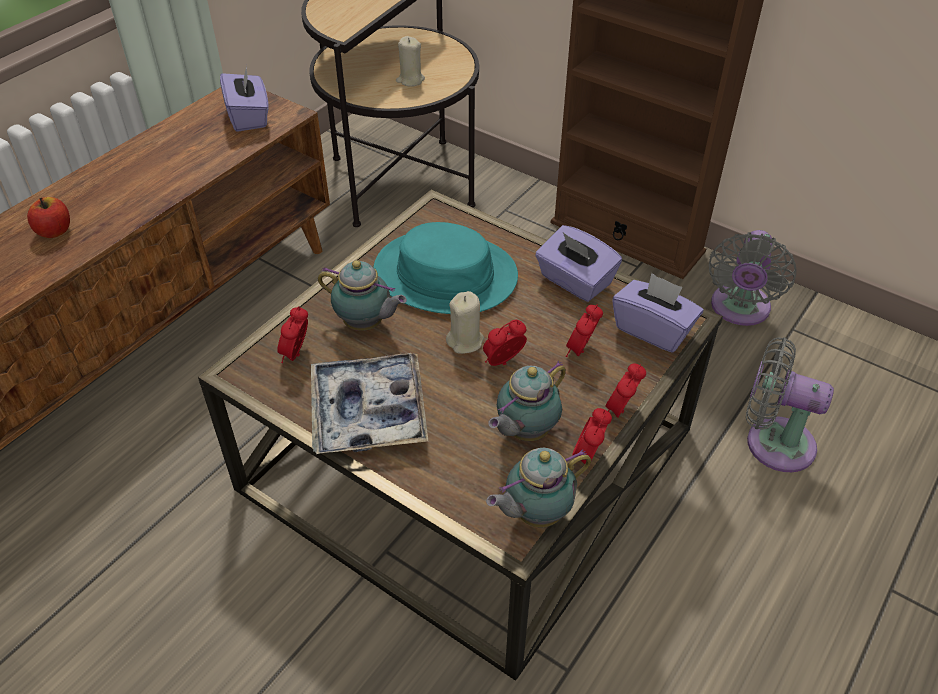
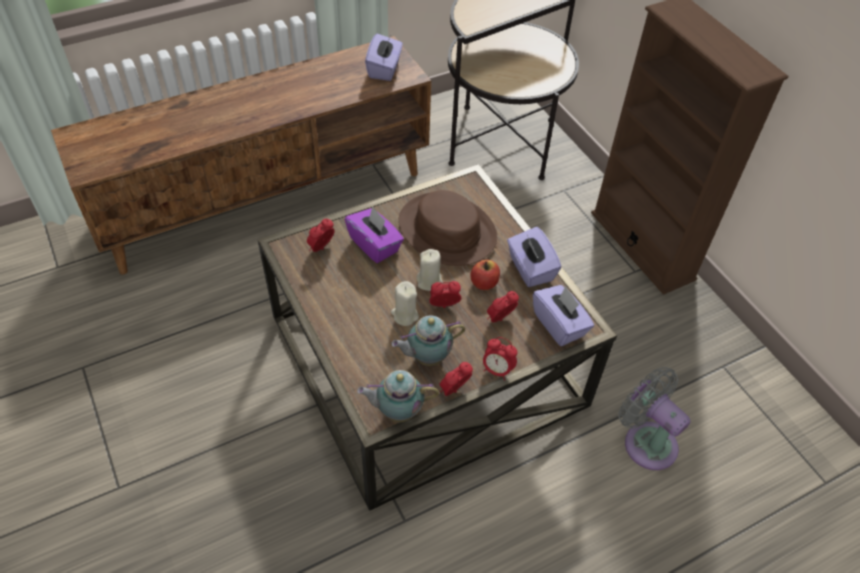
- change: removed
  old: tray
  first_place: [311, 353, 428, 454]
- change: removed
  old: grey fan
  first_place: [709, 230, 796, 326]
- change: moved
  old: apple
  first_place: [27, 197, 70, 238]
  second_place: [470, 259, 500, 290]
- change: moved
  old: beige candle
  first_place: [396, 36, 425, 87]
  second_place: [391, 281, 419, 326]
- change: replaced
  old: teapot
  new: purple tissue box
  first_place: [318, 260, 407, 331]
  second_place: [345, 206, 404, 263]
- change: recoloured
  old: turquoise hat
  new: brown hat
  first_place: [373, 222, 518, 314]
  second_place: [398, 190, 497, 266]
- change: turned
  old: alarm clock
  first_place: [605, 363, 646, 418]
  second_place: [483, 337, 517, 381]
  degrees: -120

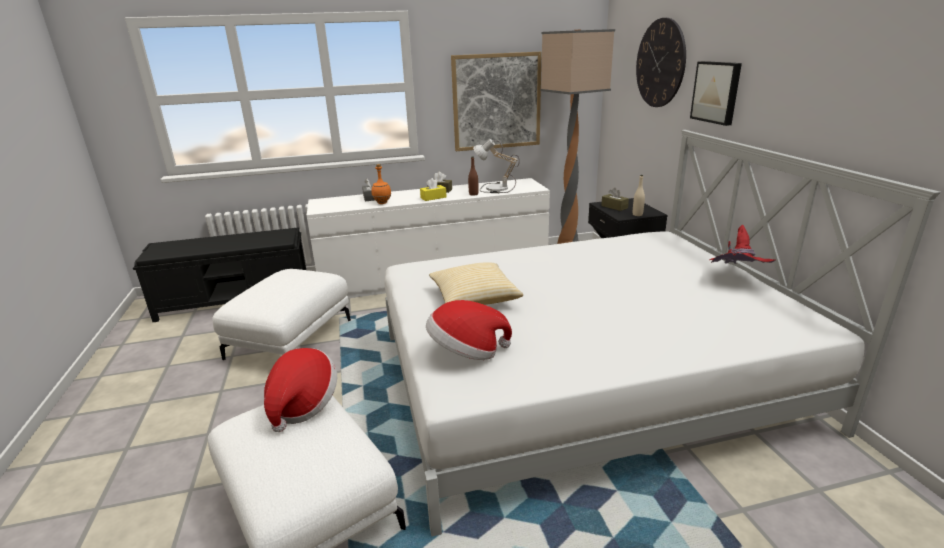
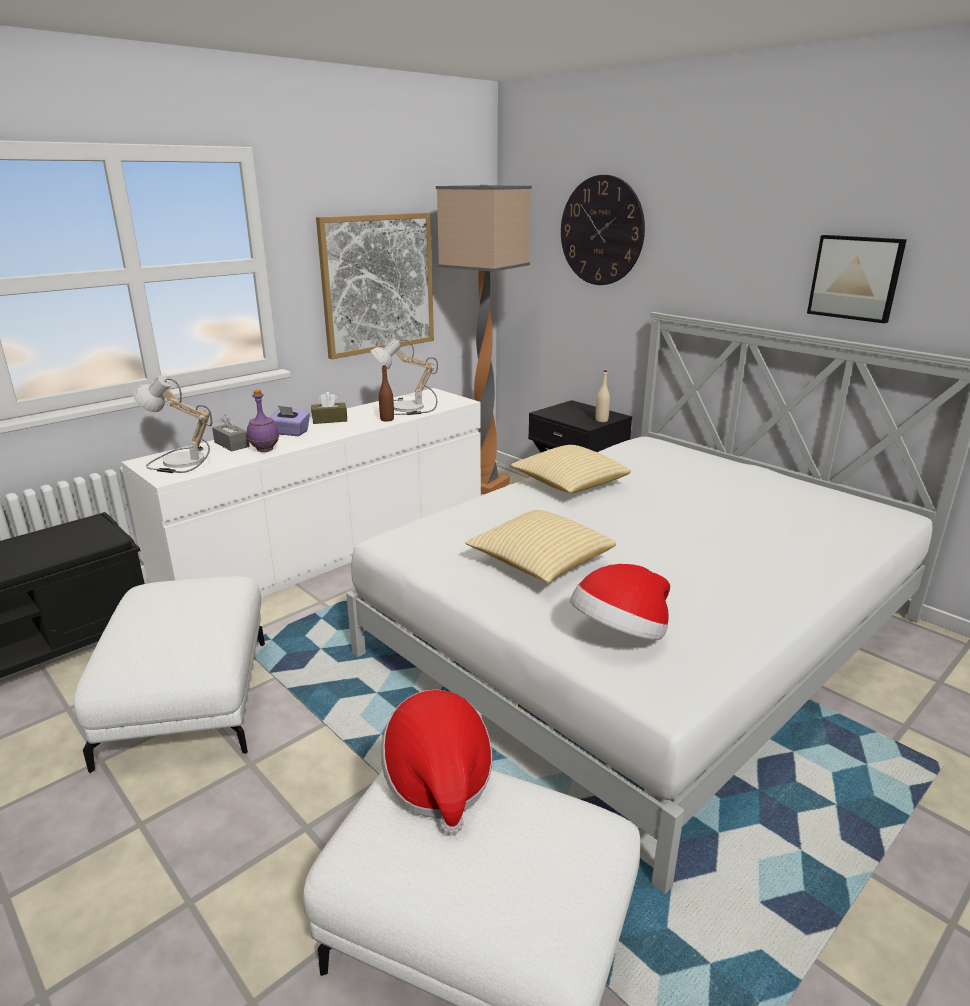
- change: removed
  old: yellow tissue box
  first_place: [420, 178, 447, 201]
- change: removed
  old: brown tissue box
  first_place: [601, 188, 629, 211]
- change: removed
  old: red hat
  first_place: [710, 225, 776, 264]
- change: added
  new: table lamp
  second_place: [133, 375, 212, 473]
- change: added
  new: purple tissue box
  second_place: [270, 406, 310, 436]
- change: added
  new: pillow
  second_place: [510, 445, 631, 493]
- change: moved
  old: picture
  first_place: [690, 61, 742, 126]
  second_place: [807, 235, 907, 323]
- change: recoloured
  old: orange bottle
  new: purple bottle
  first_place: [371, 164, 391, 204]
  second_place: [247, 390, 279, 452]

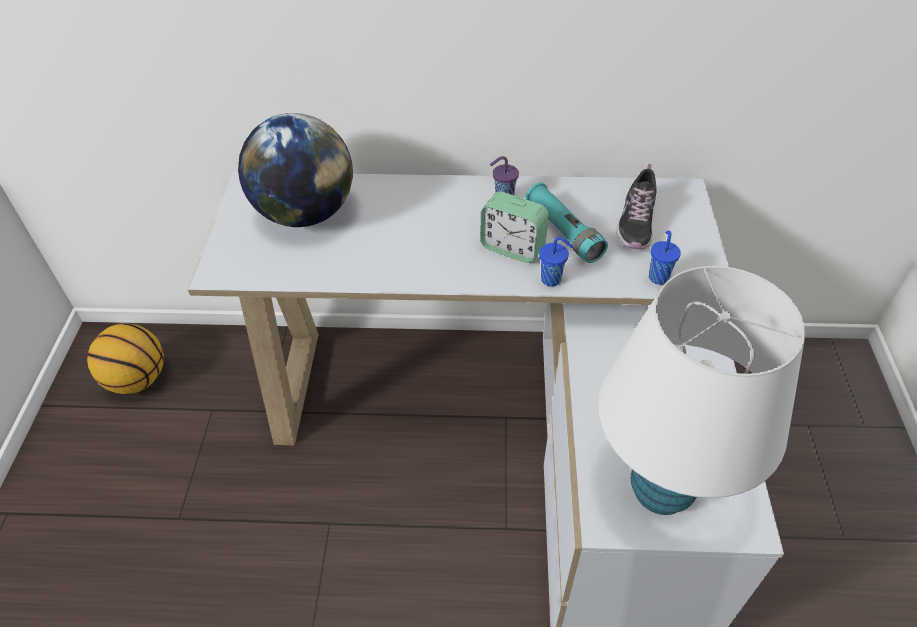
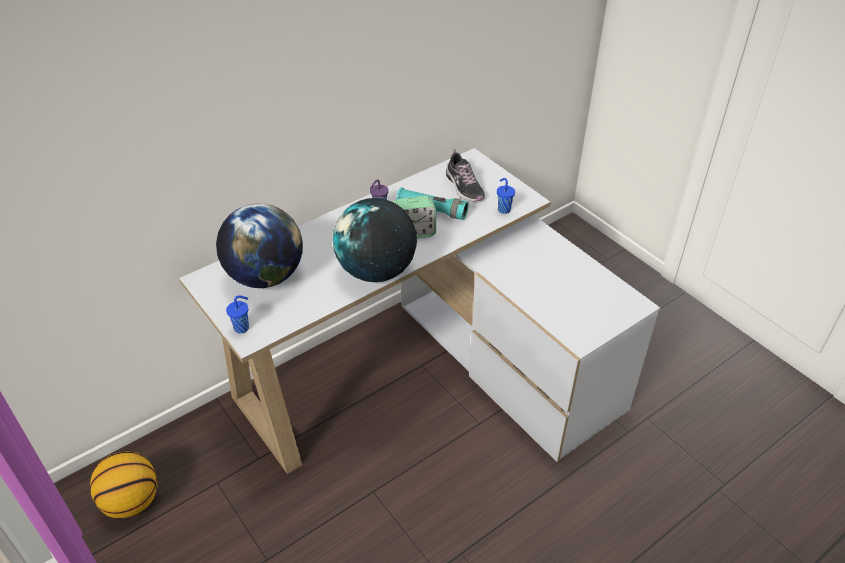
- change: removed
  old: white table lamp
  first_place: [598, 266, 805, 515]
- change: added
  new: globe
  second_place: [333, 198, 417, 282]
- change: moved
  old: blue cup
  first_place: [539, 237, 573, 287]
  second_place: [226, 295, 249, 333]

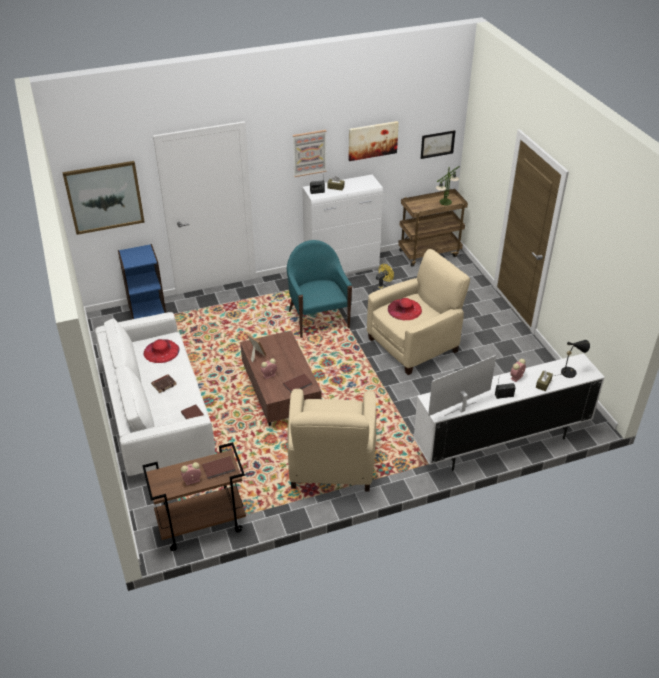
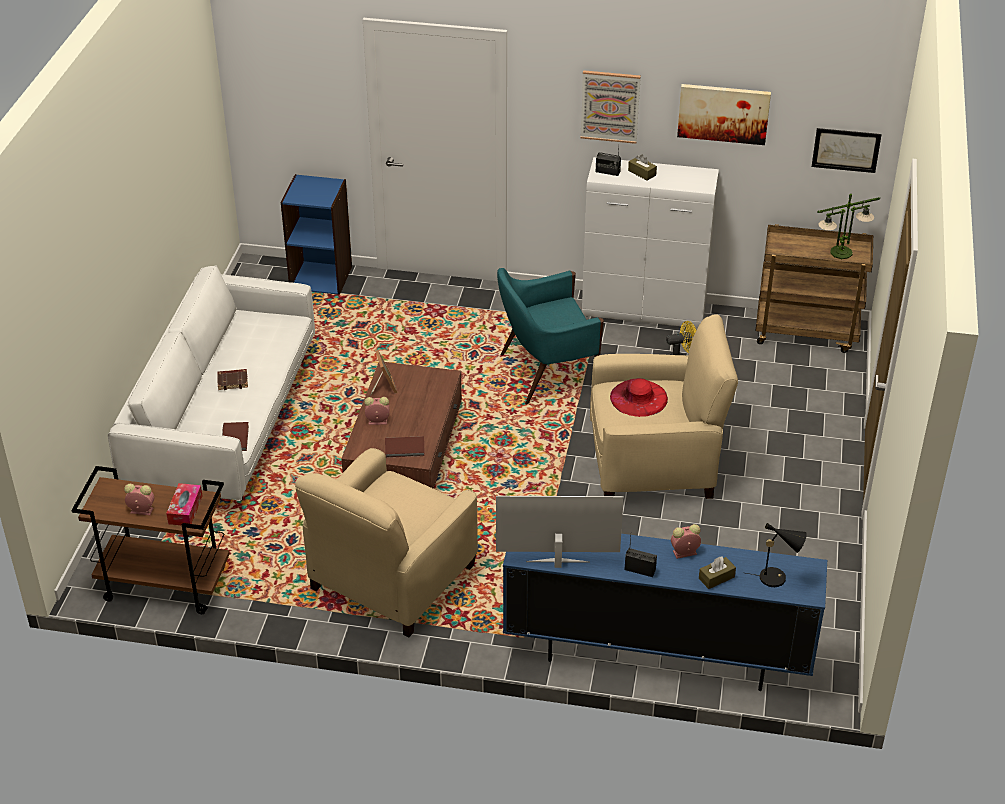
- change: removed
  old: picture
  first_place: [62, 161, 145, 235]
- change: removed
  old: red hat
  first_place: [144, 339, 180, 363]
- change: replaced
  old: brown book
  new: tissue box
  first_place: [202, 456, 236, 479]
  second_place: [166, 483, 203, 525]
- change: recoloured
  old: white tv stand
  new: blue tv stand
  first_place: [413, 353, 605, 471]
  second_place: [503, 534, 827, 691]
- change: turned
  old: turquoise armchair
  first_place: [287, 240, 352, 338]
  second_place: [497, 268, 604, 404]
  degrees: -120

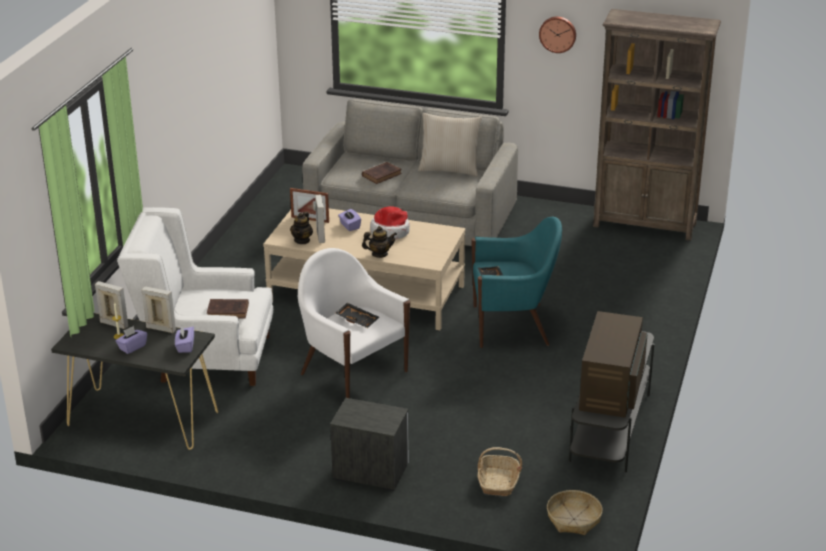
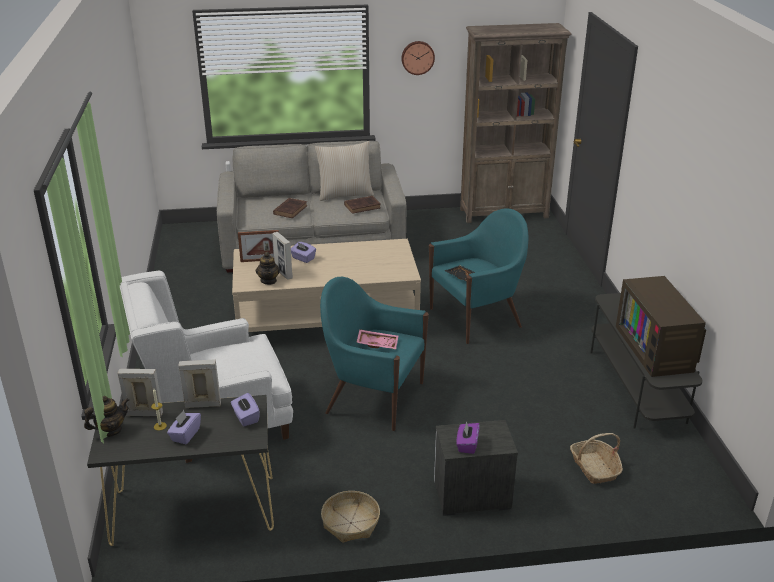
- change: removed
  old: hat
  first_place: [370, 206, 410, 239]
- change: added
  new: purple tissue box
  second_place: [457, 421, 479, 454]
- change: moved
  old: brown book
  first_place: [207, 299, 249, 319]
  second_place: [344, 196, 381, 214]
- change: moved
  old: teapot
  first_place: [362, 226, 397, 258]
  second_place: [84, 396, 129, 437]
- change: moved
  old: basket
  first_place: [547, 490, 603, 535]
  second_place: [321, 491, 380, 543]
- change: recoloured
  old: white armchair
  new: turquoise armchair
  first_place: [298, 248, 410, 398]
  second_place: [320, 277, 429, 431]
- change: recoloured
  old: black tray
  new: pink tray
  first_place: [335, 303, 379, 328]
  second_place: [356, 329, 398, 349]

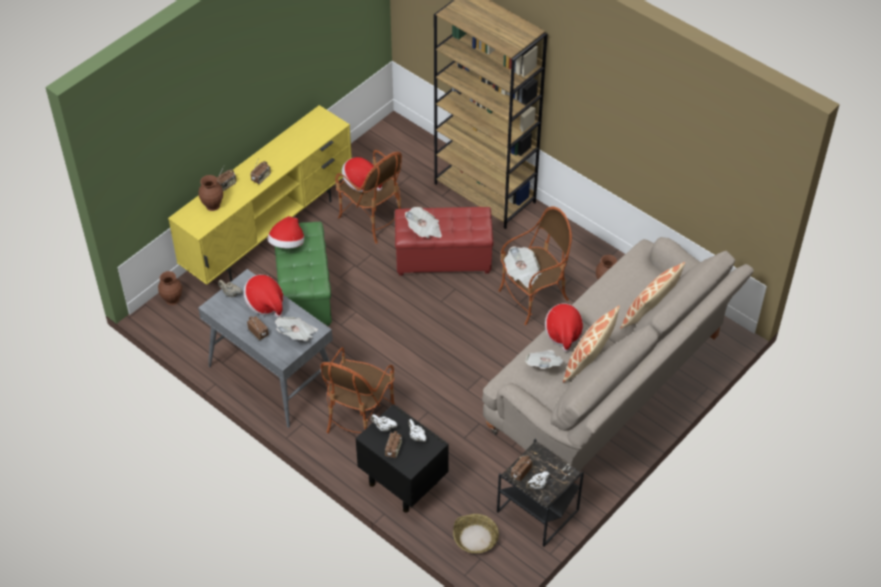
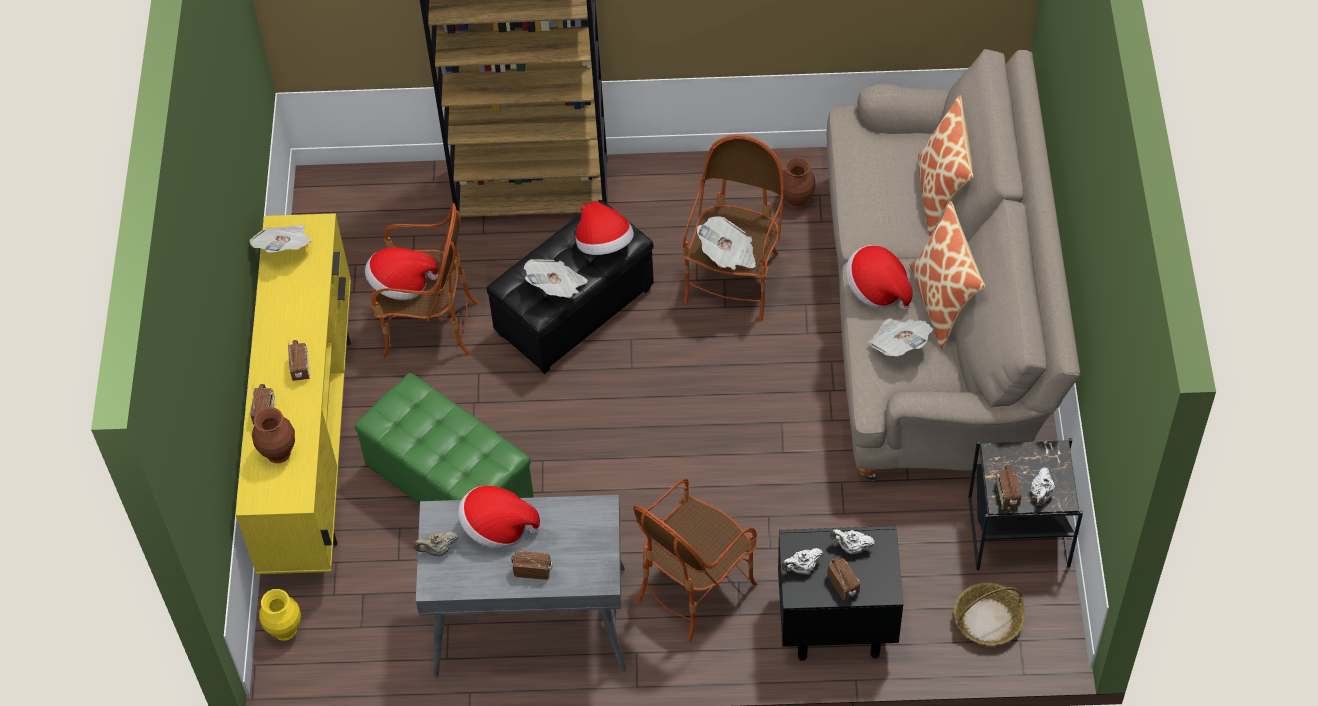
- change: moved
  old: hat
  first_place: [268, 216, 304, 248]
  second_place: [575, 201, 634, 255]
- change: moved
  old: newspaper
  first_place: [275, 317, 318, 341]
  second_place: [250, 225, 311, 252]
- change: recoloured
  old: brown vase
  new: yellow vase
  first_place: [158, 271, 182, 305]
  second_place: [259, 589, 301, 641]
- change: recoloured
  old: red ottoman
  new: black ottoman
  first_place: [395, 207, 493, 276]
  second_place: [487, 200, 654, 374]
- change: turned
  old: armchair
  first_place: [320, 347, 395, 433]
  second_place: [633, 478, 757, 642]
  degrees: 60

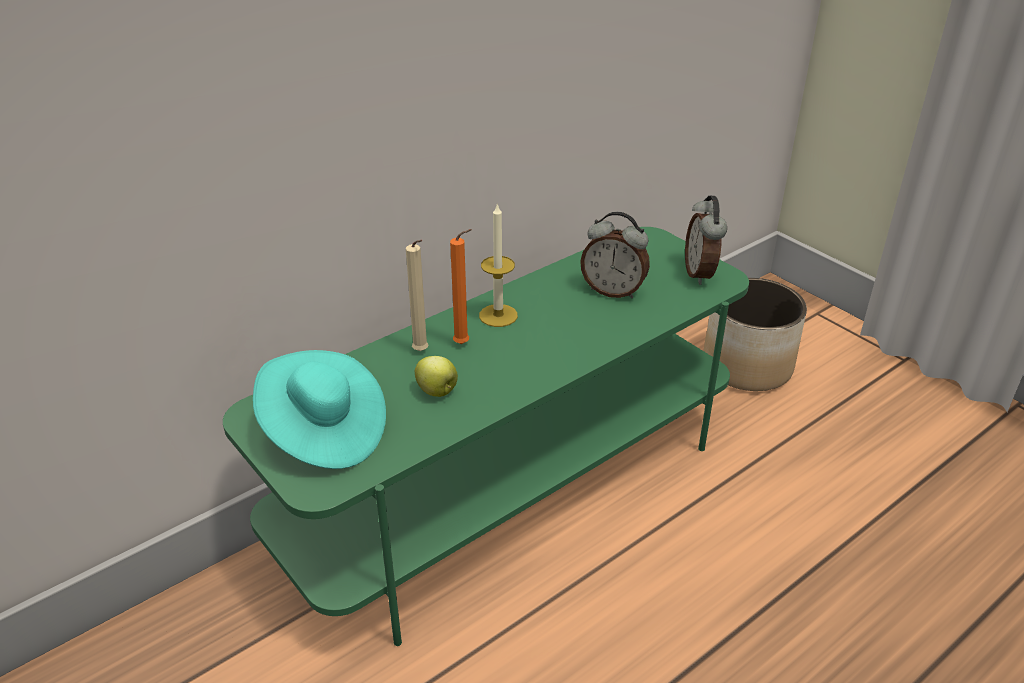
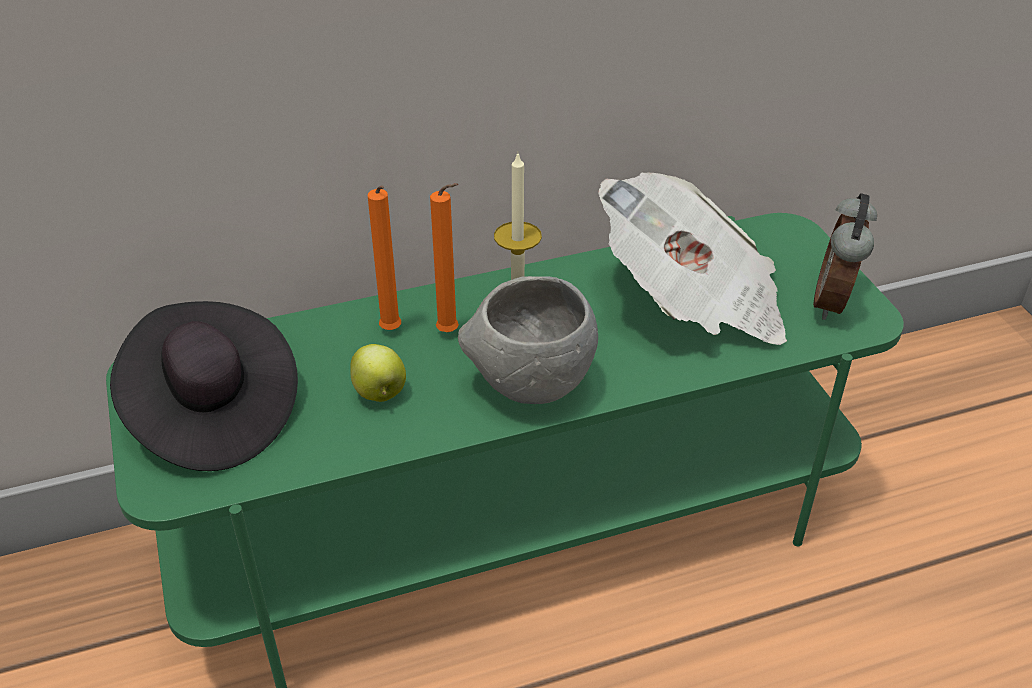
- change: removed
  old: planter
  first_place: [703, 278, 807, 391]
- change: added
  new: grey bowl
  second_place: [458, 276, 598, 404]
- change: replaced
  old: alarm clock
  new: newspaper
  first_place: [580, 212, 650, 299]
  second_place: [599, 172, 787, 345]
- change: recoloured
  old: turquoise hat
  new: black hat
  first_place: [253, 350, 386, 469]
  second_place: [110, 301, 298, 471]
- change: recoloured
  old: beige candle
  new: orange candle
  first_place: [406, 240, 429, 351]
  second_place: [368, 185, 401, 330]

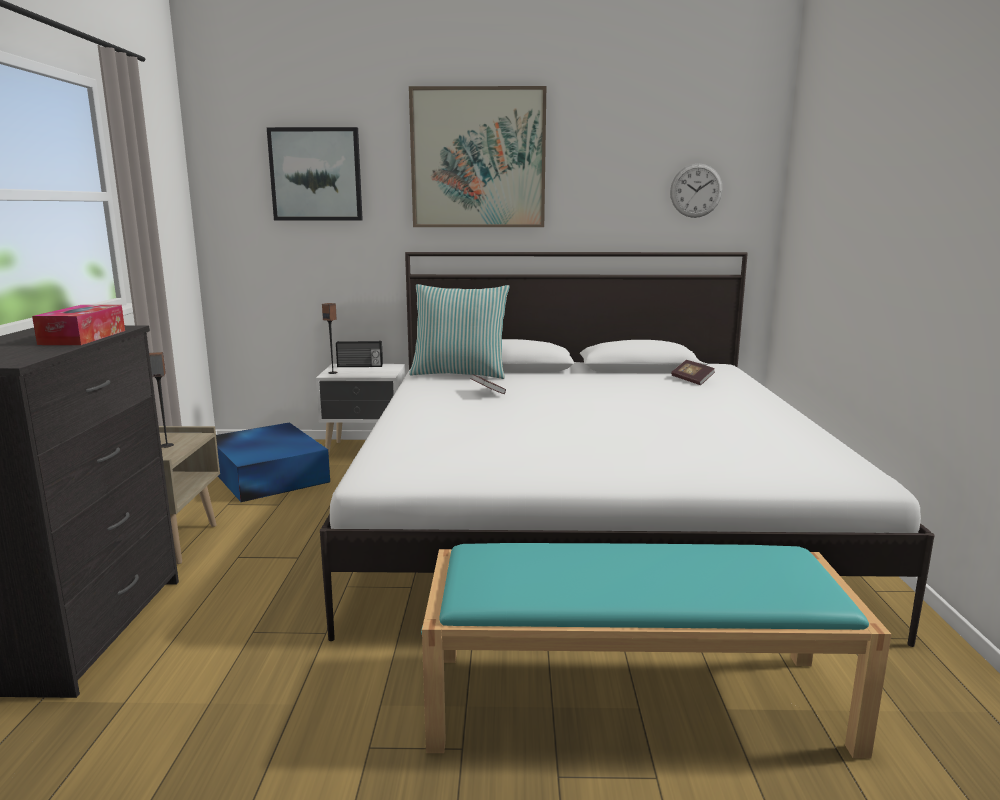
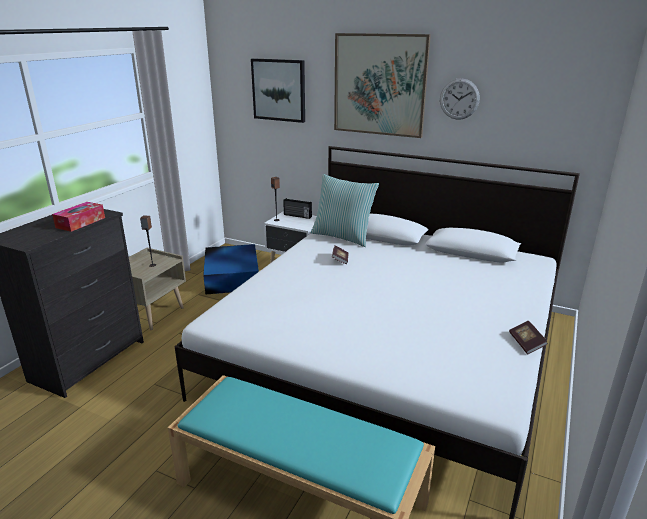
- change: moved
  old: wall clock
  first_place: [670, 163, 723, 218]
  second_place: [440, 78, 480, 120]
- change: moved
  old: book
  first_place: [671, 360, 715, 385]
  second_place: [509, 321, 548, 354]

